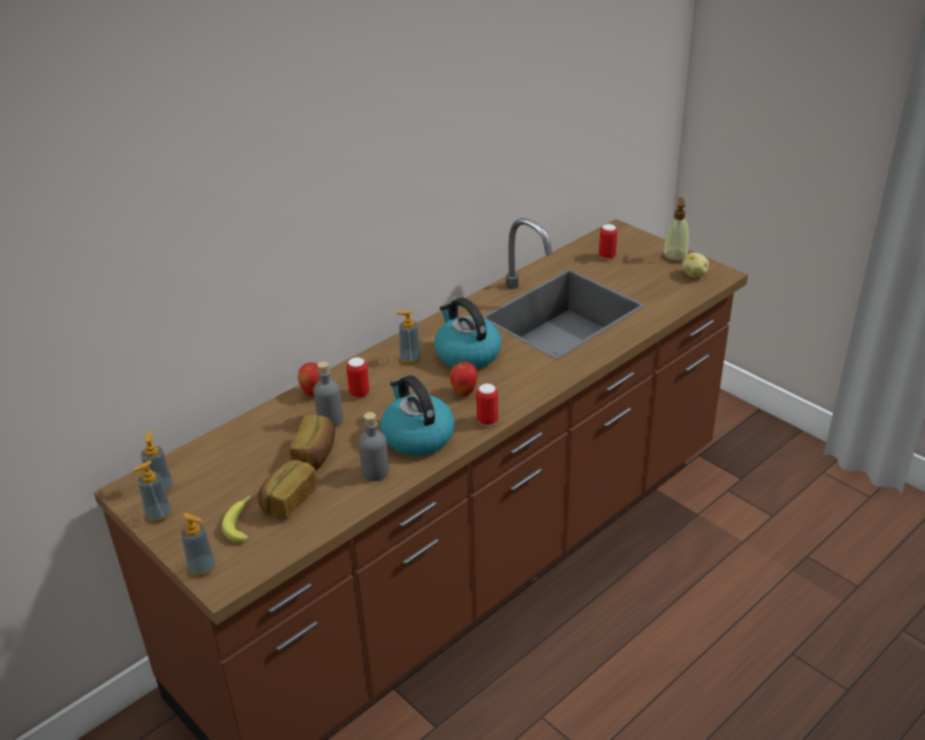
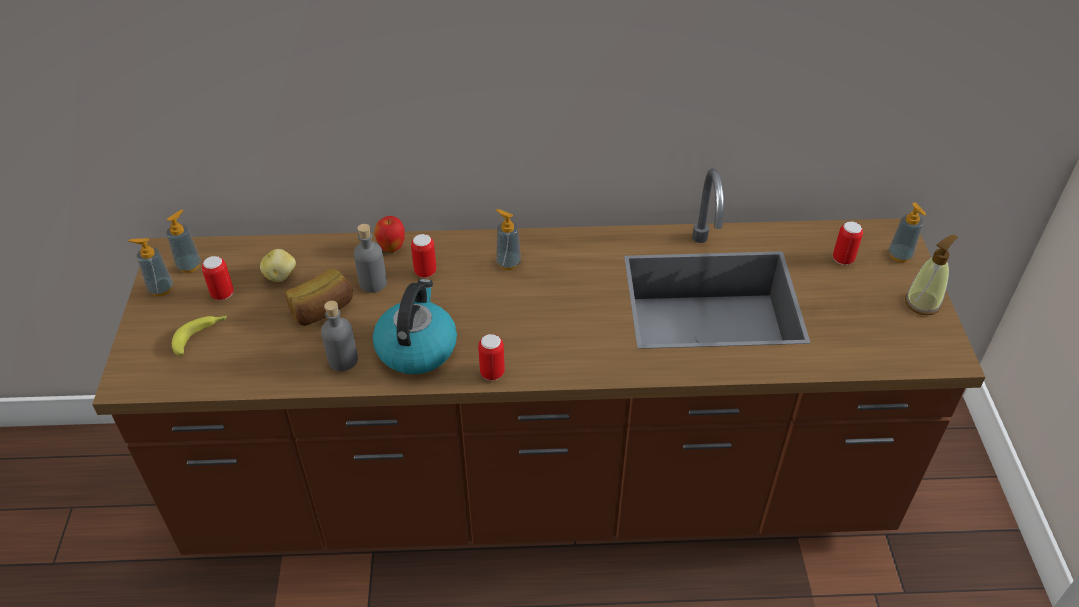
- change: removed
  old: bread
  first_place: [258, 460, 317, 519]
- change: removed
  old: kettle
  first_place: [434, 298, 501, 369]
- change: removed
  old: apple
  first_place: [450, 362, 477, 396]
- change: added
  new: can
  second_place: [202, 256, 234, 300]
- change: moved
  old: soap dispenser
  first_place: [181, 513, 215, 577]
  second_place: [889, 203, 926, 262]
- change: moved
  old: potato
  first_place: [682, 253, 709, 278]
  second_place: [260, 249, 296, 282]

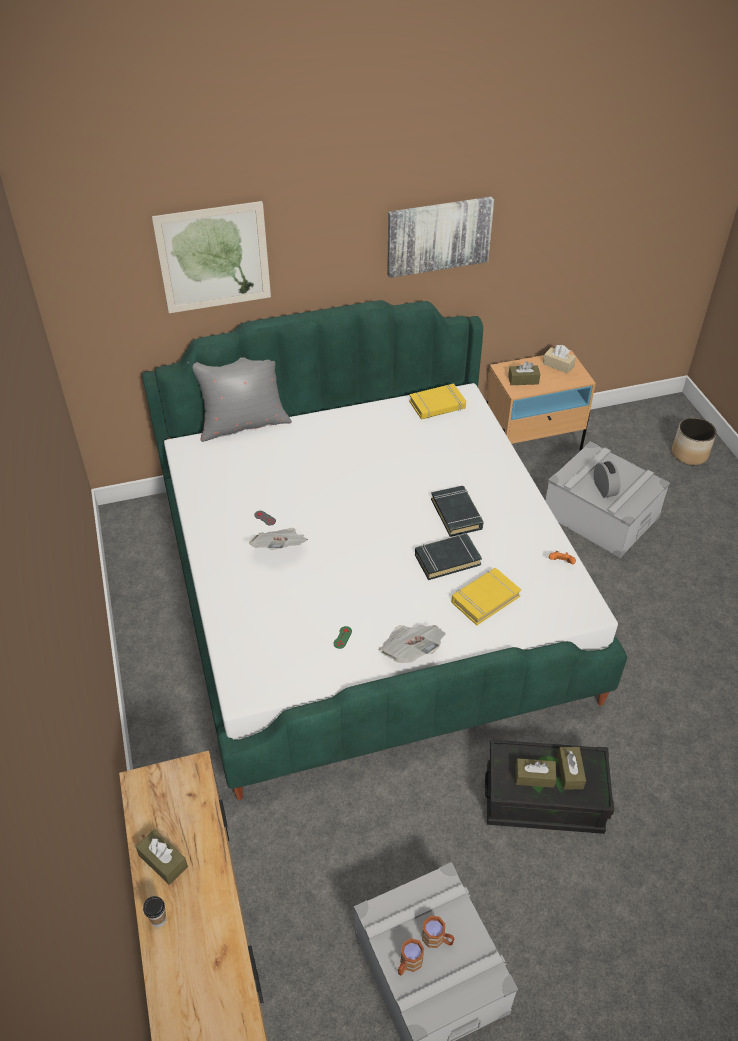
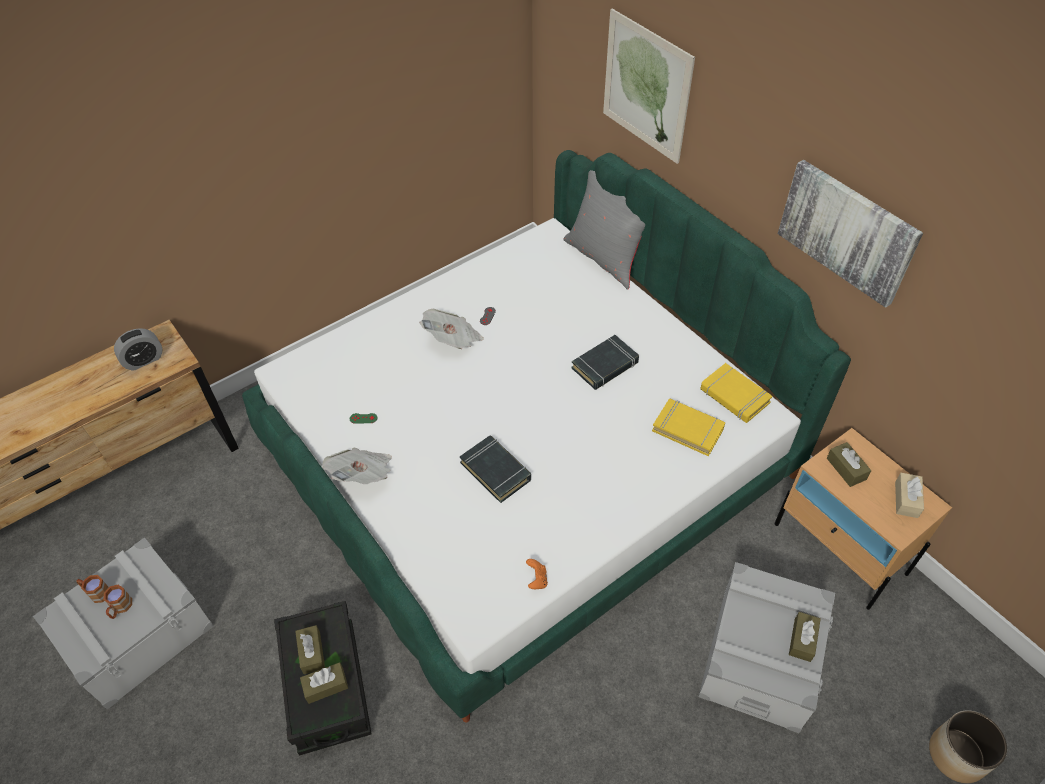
- change: removed
  old: cup
  first_place: [143, 896, 166, 927]
- change: moved
  old: brown tissue box
  first_place: [136, 829, 188, 885]
  second_place: [789, 612, 821, 662]
- change: moved
  old: black book
  first_place: [431, 486, 484, 537]
  second_place: [572, 335, 639, 390]
- change: moved
  old: yellow book
  first_place: [451, 568, 521, 626]
  second_place: [652, 399, 725, 456]
- change: moved
  old: alarm clock
  first_place: [594, 461, 620, 498]
  second_place: [114, 328, 162, 370]

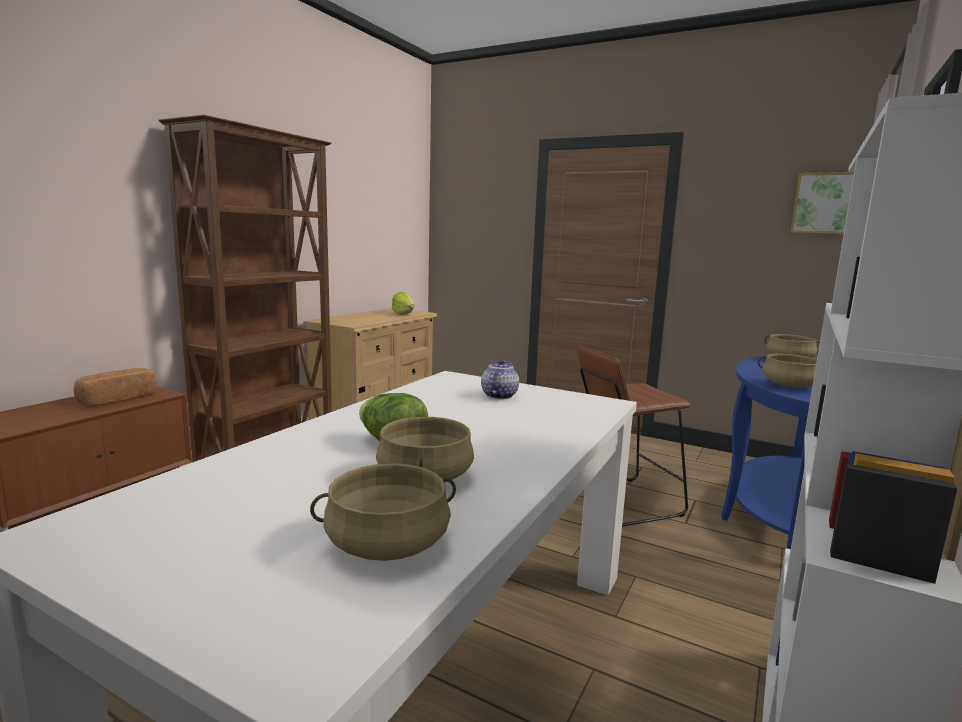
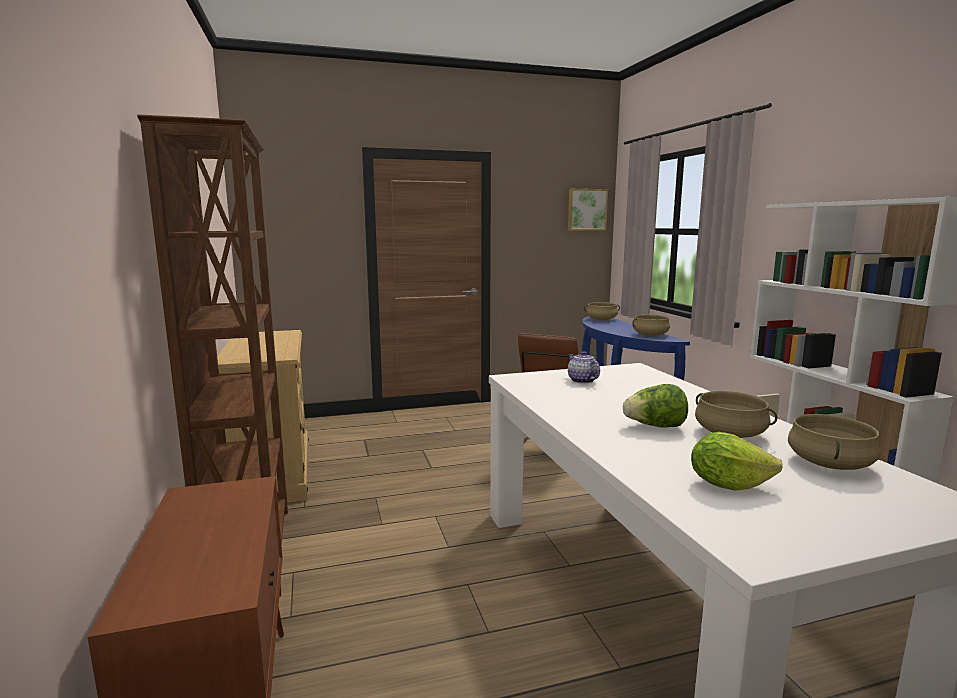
- change: removed
  old: bread
  first_place: [74, 368, 156, 406]
- change: moved
  old: lettuce
  first_place: [392, 292, 414, 315]
  second_place: [691, 432, 783, 491]

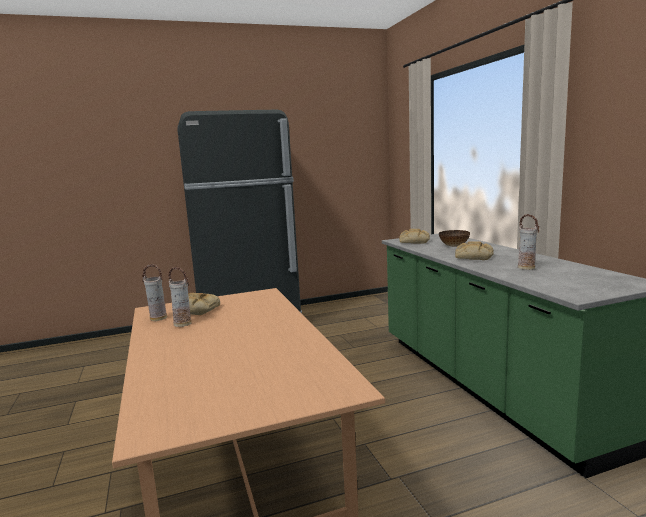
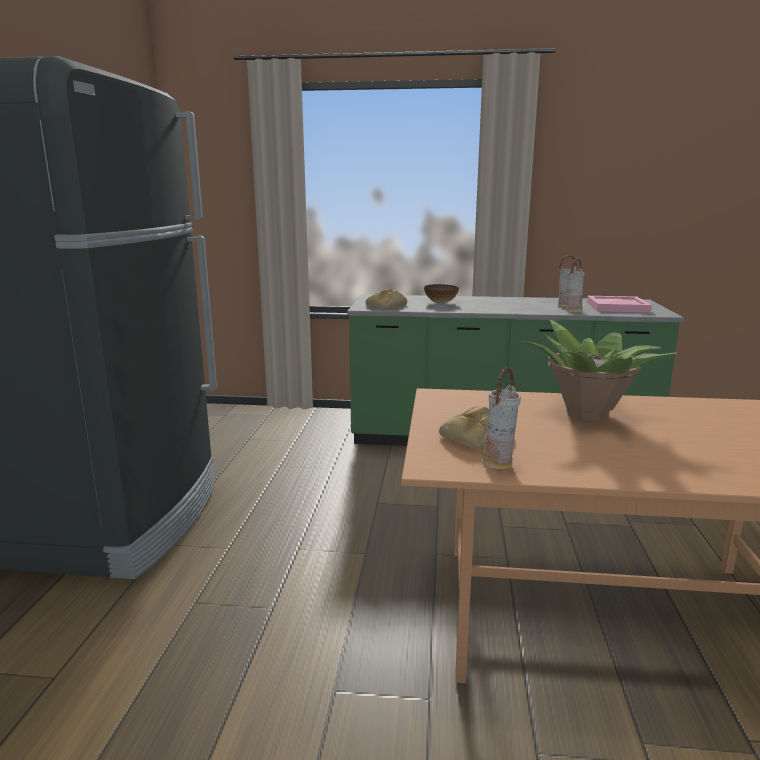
- change: removed
  old: bread
  first_place: [455, 241, 494, 260]
- change: added
  new: potted plant
  second_place: [519, 320, 677, 421]
- change: added
  new: pink tray
  second_place: [587, 296, 652, 313]
- change: moved
  old: vase
  first_place: [169, 267, 192, 327]
  second_place: [566, 258, 584, 312]

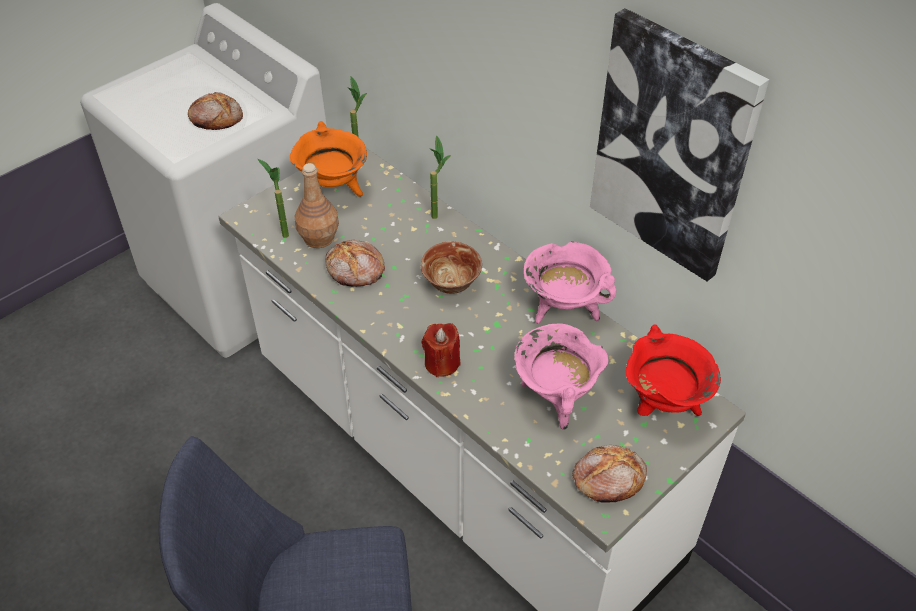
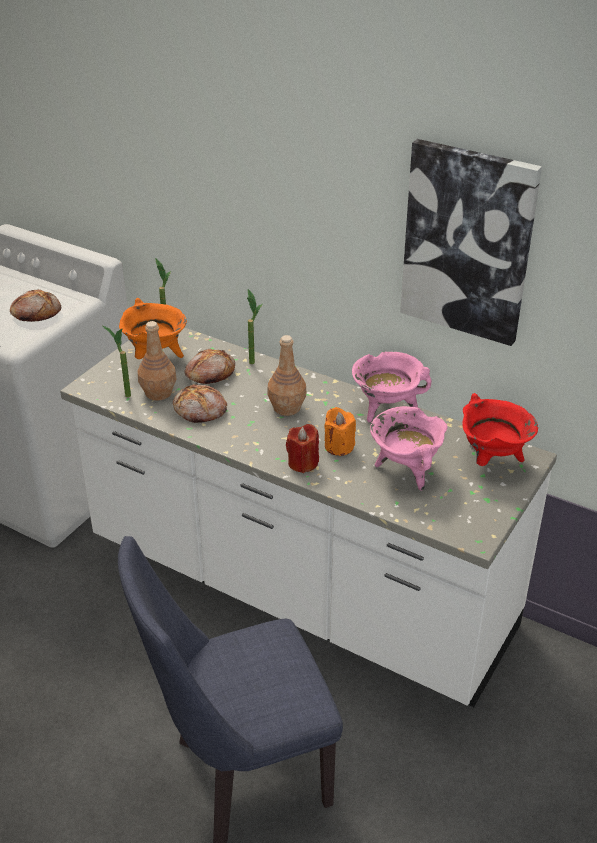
- change: added
  new: orange candle
  second_place: [324, 407, 356, 456]
- change: moved
  old: bread
  first_place: [572, 445, 647, 503]
  second_place: [184, 349, 235, 384]
- change: replaced
  old: bowl
  new: brown bottle
  first_place: [421, 241, 482, 294]
  second_place: [267, 335, 306, 416]

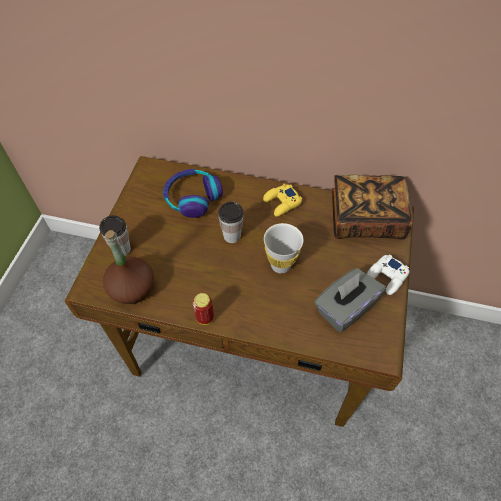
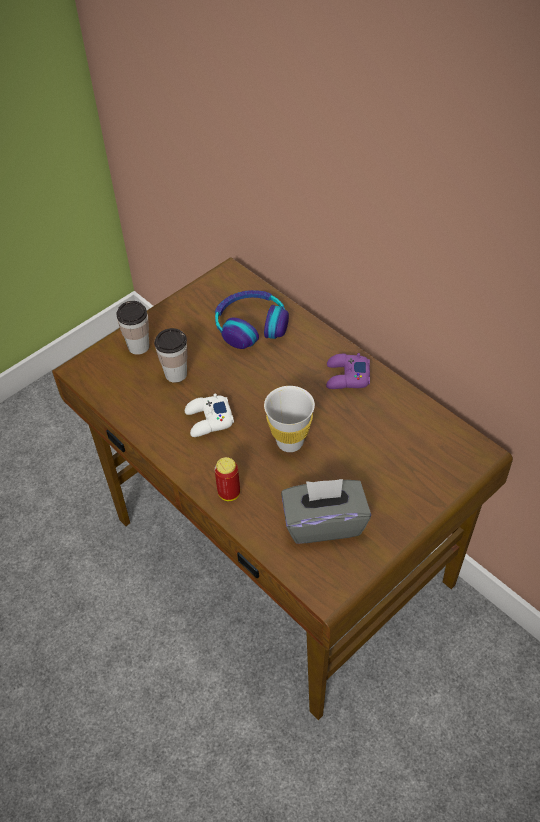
- change: removed
  old: brown bottle
  first_place: [103, 230, 154, 304]
- change: removed
  old: book
  first_place: [332, 174, 413, 240]
- change: moved
  old: can
  first_place: [193, 293, 214, 325]
  second_place: [214, 457, 240, 501]
- change: moved
  old: cup
  first_place: [218, 202, 244, 243]
  second_place: [154, 328, 187, 383]
- change: moved
  old: white game controller
  first_place: [367, 254, 409, 295]
  second_place: [185, 394, 234, 437]
- change: recoloured
  old: yellow game controller
  new: purple game controller
  first_place: [263, 183, 302, 217]
  second_place: [326, 353, 370, 389]

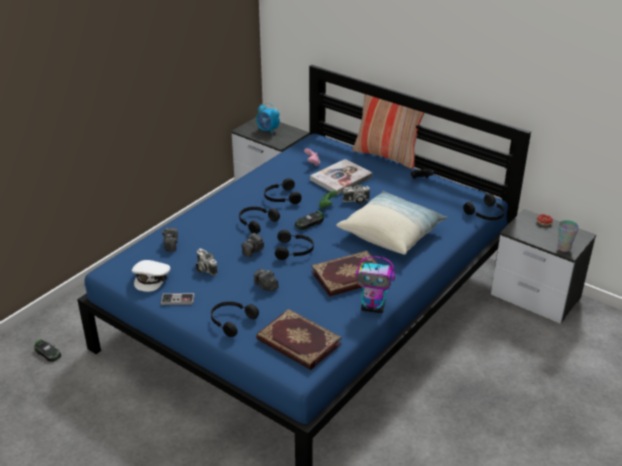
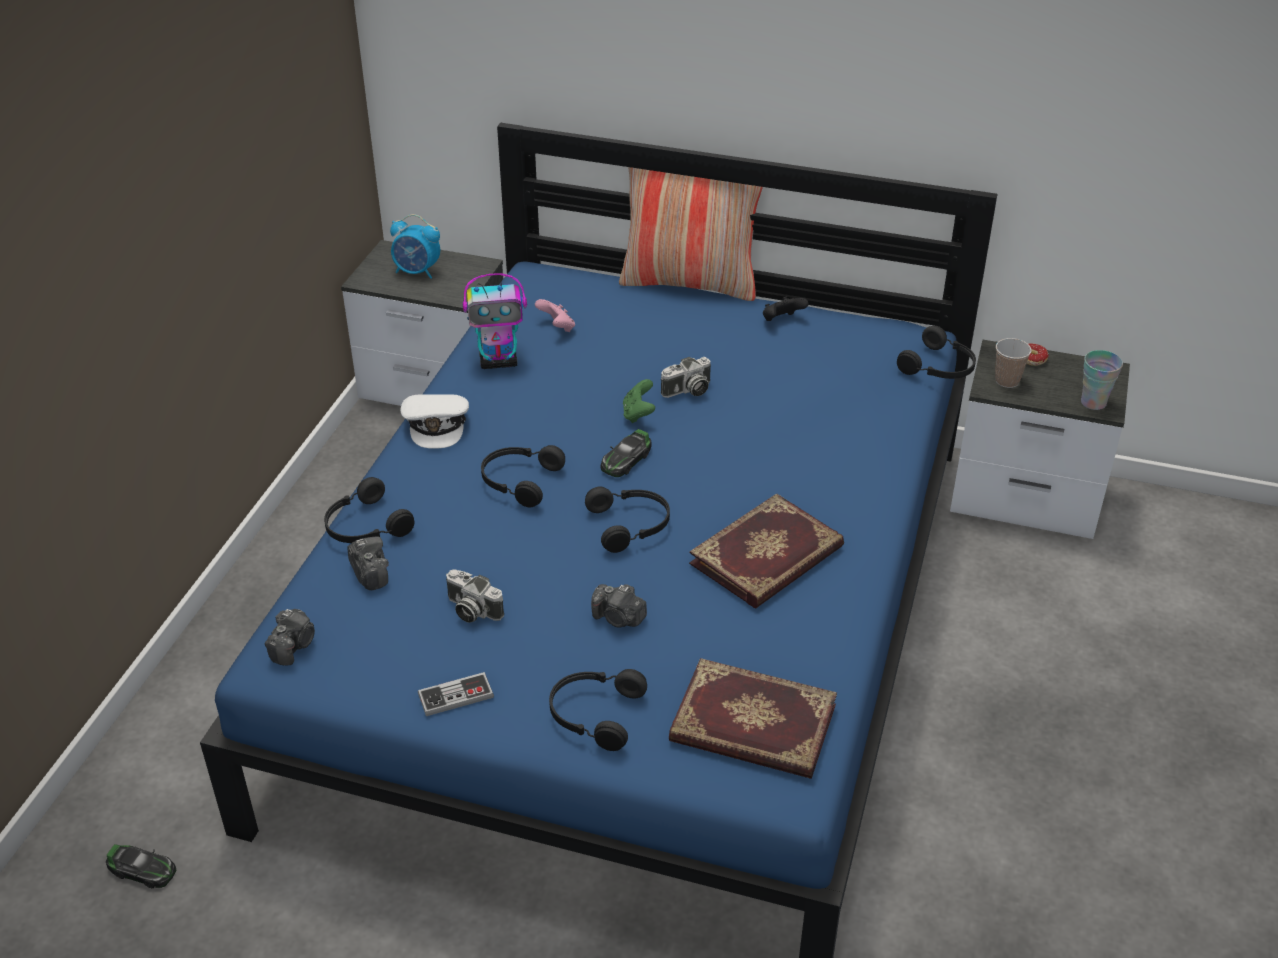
- change: removed
  old: book
  first_place: [310, 159, 373, 195]
- change: removed
  old: pillow
  first_place: [336, 191, 447, 255]
- change: added
  new: cup
  second_place: [995, 338, 1032, 388]
- change: moved
  old: white cap
  first_place: [132, 260, 171, 292]
  second_place: [400, 394, 469, 448]
- change: moved
  old: photo camera
  first_place: [241, 233, 264, 257]
  second_place: [265, 609, 315, 666]
- change: moved
  old: black headphones
  first_place: [264, 178, 302, 204]
  second_place: [324, 477, 415, 543]
- change: moved
  old: toy robot
  first_place: [356, 256, 395, 313]
  second_place: [463, 273, 527, 369]

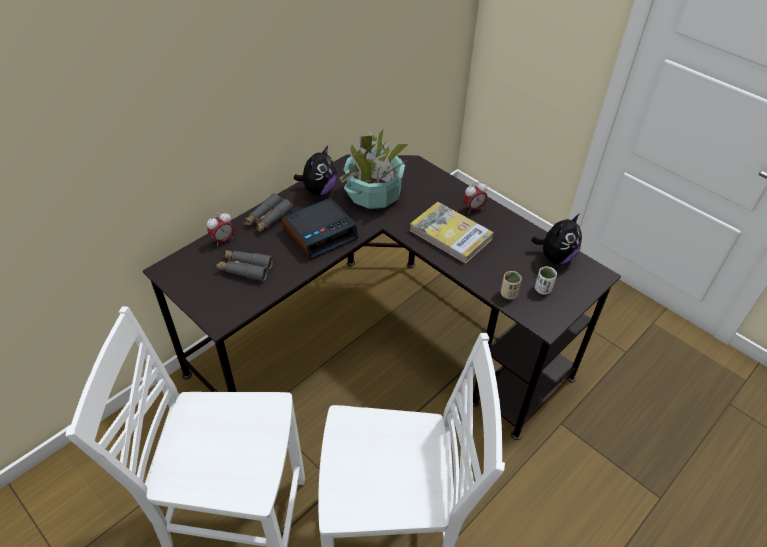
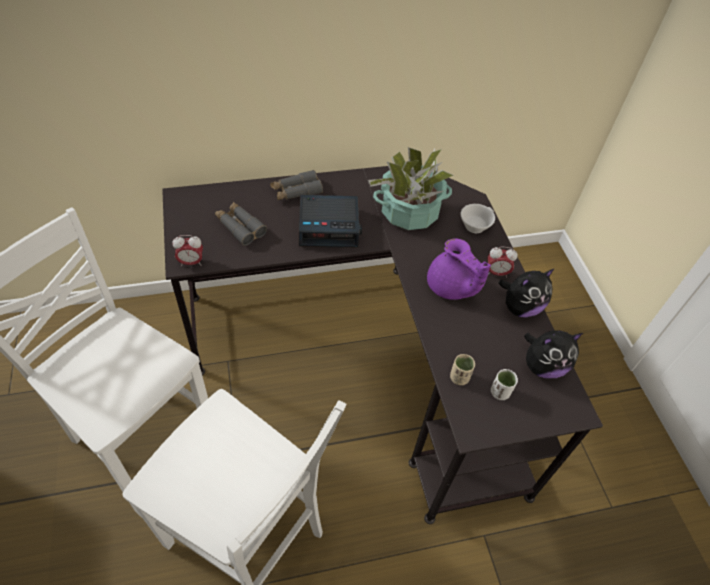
- change: added
  new: white cup
  second_place: [461, 204, 495, 233]
- change: moved
  old: alarm clock
  first_place: [207, 212, 234, 246]
  second_place: [172, 235, 203, 266]
- change: moved
  old: plush toy
  first_place: [294, 146, 337, 195]
  second_place: [498, 268, 555, 318]
- change: replaced
  old: book
  new: purple teapot
  first_place: [409, 202, 493, 264]
  second_place: [427, 238, 491, 300]

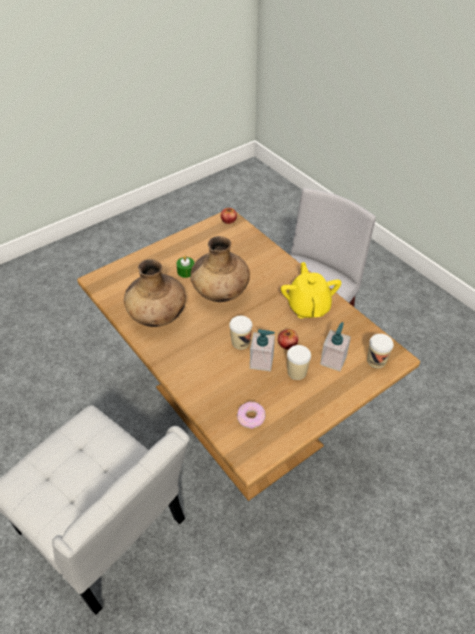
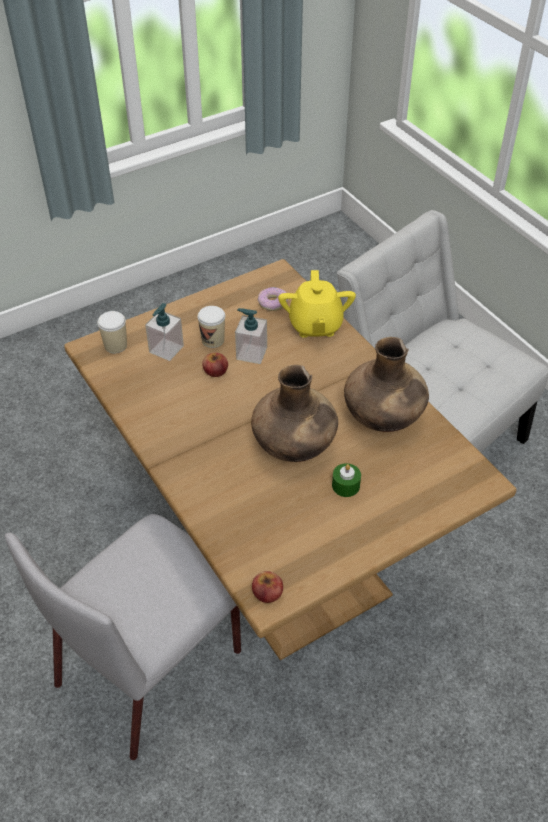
- change: removed
  old: cup
  first_place: [229, 316, 252, 350]
- change: moved
  old: yellow teapot
  first_place: [281, 262, 341, 319]
  second_place: [278, 270, 356, 338]

